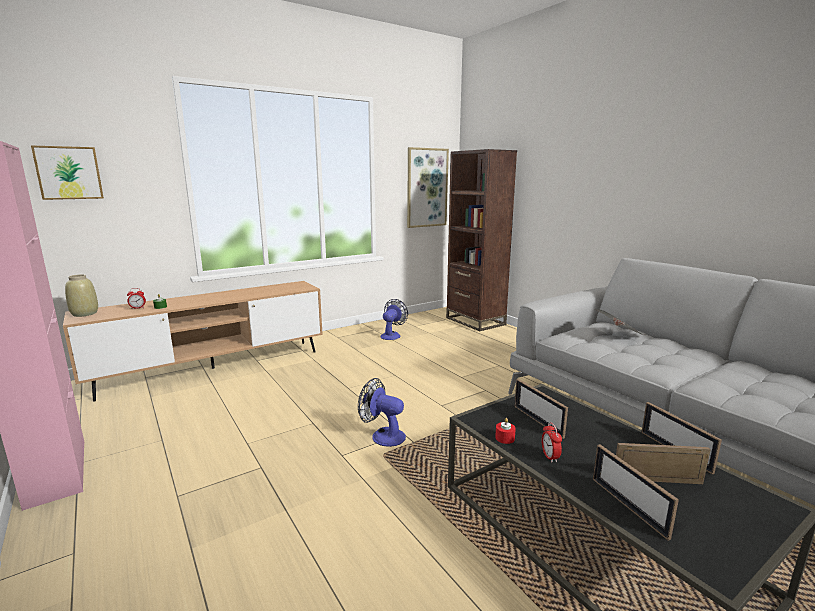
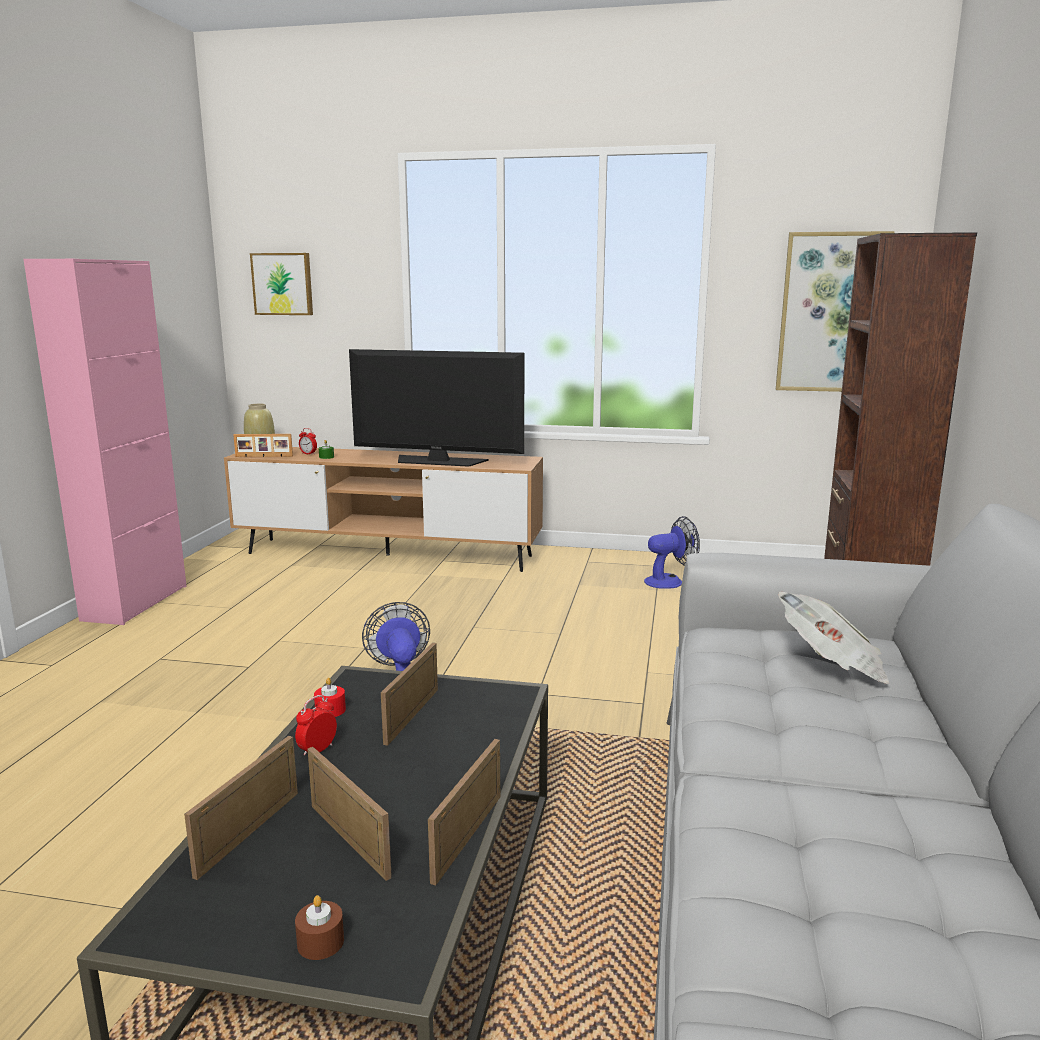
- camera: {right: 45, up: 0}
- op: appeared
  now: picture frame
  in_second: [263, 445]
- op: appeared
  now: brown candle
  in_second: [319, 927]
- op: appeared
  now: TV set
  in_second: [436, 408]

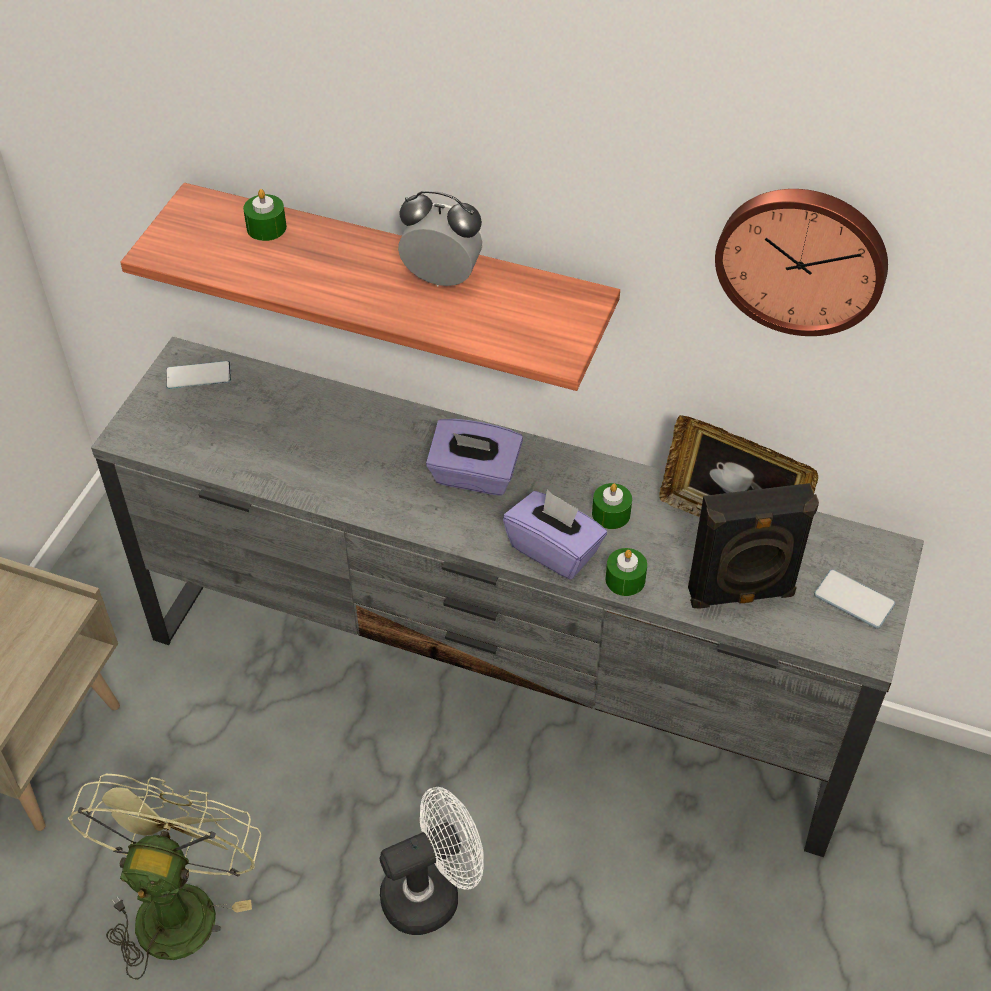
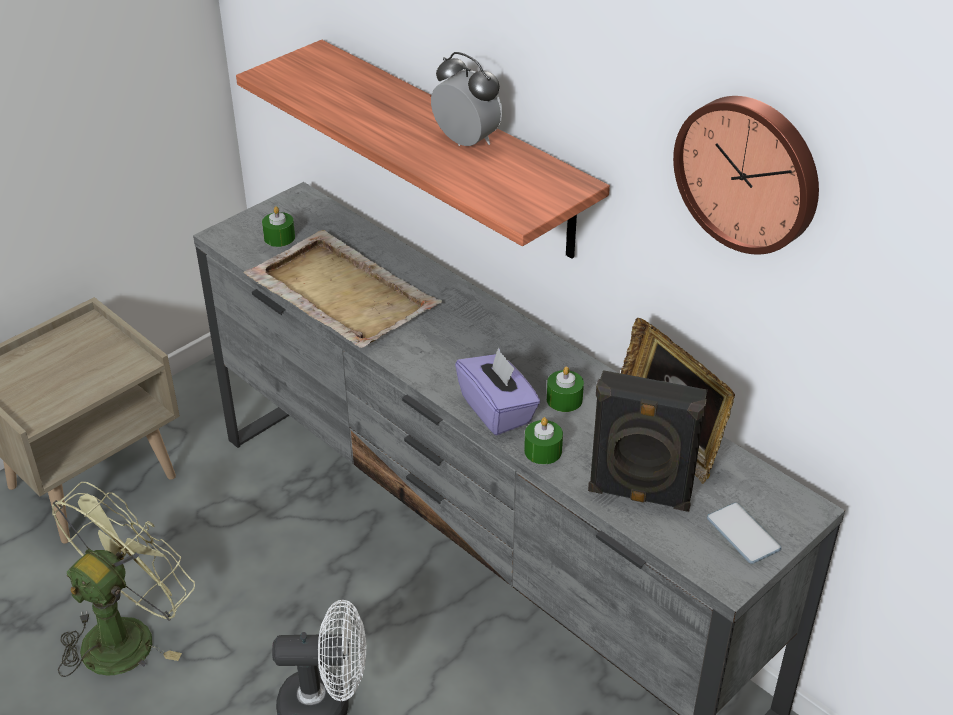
- camera: {right: 25, up: -10}
- op: appeared
  now: beige carrying tray
  in_second: [342, 289]
- op: relocated
  was: greenish candle
  in_first: [265, 215]
  in_second: [278, 226]
- op: missing
  was: telephone
  in_first: [198, 375]
- op: missing
  was: purple tissue holder
  in_first: [474, 457]

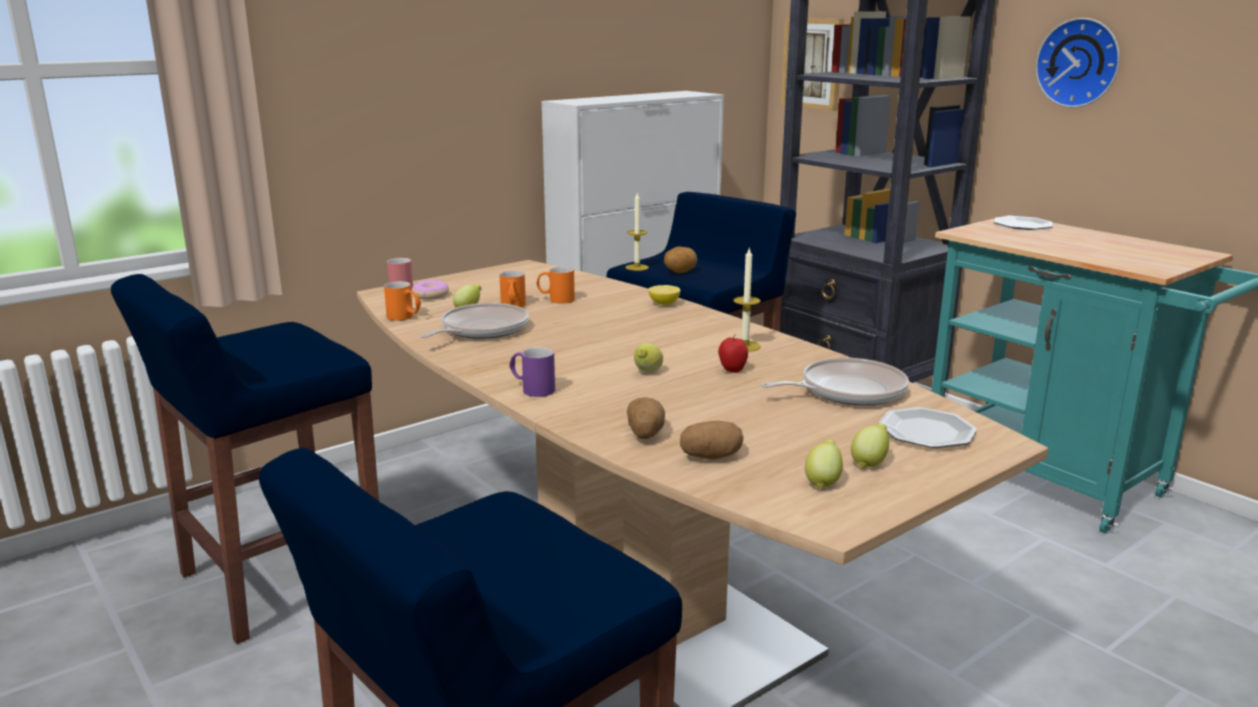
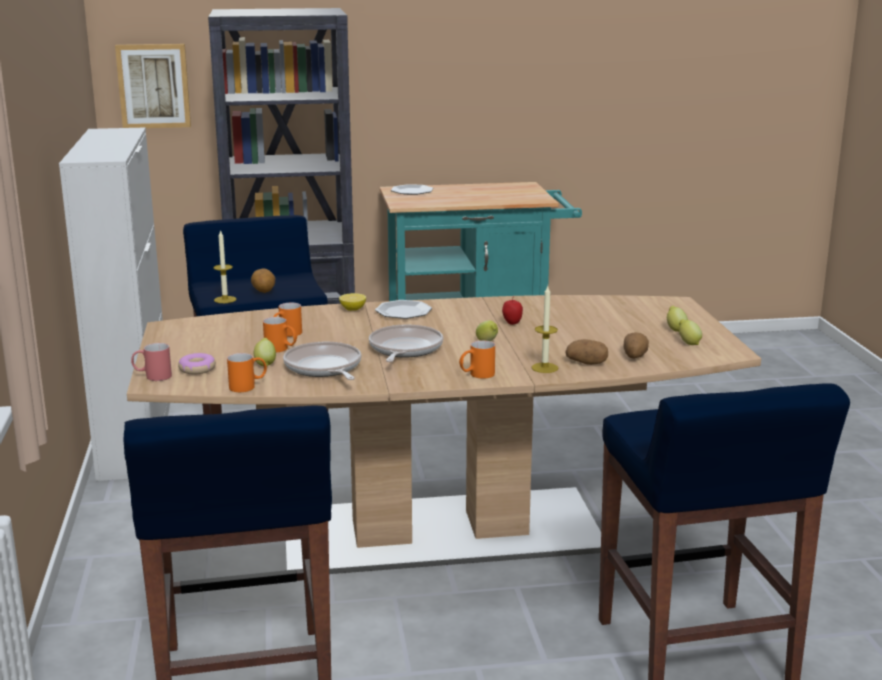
- camera: {right: -60, up: 0}
- op: relocated
  was: pan
  in_first: [834, 382]
  in_second: [406, 343]
- op: relocated
  was: flat dish
  in_first: [927, 427]
  in_second: [403, 309]
- op: colour
  was: purple coffee mug
  now: orange-coloured coffee mug
  in_first: [532, 372]
  in_second: [477, 359]
- op: relocated
  was: candle
  in_first: [747, 300]
  in_second: [544, 329]
- op: missing
  was: wall clock
  in_first: [1077, 63]

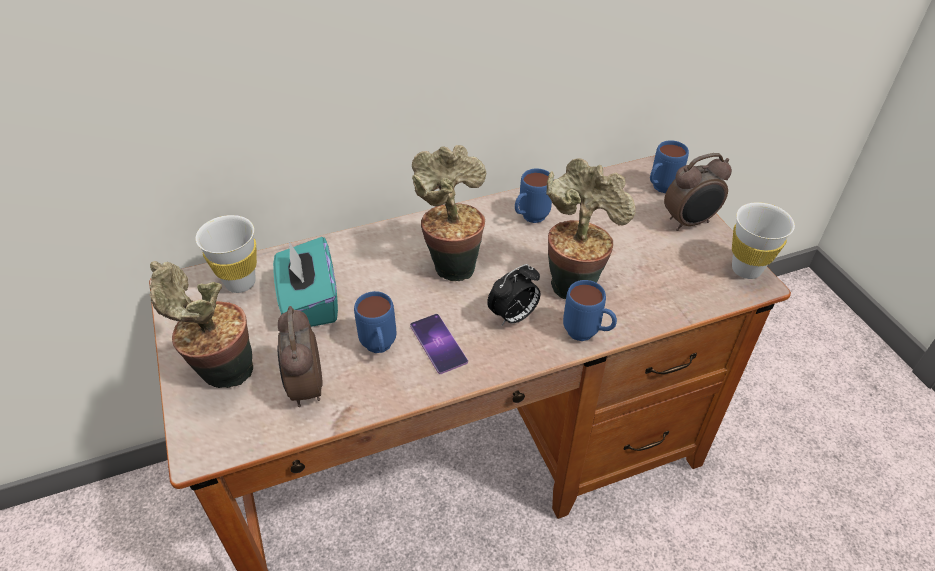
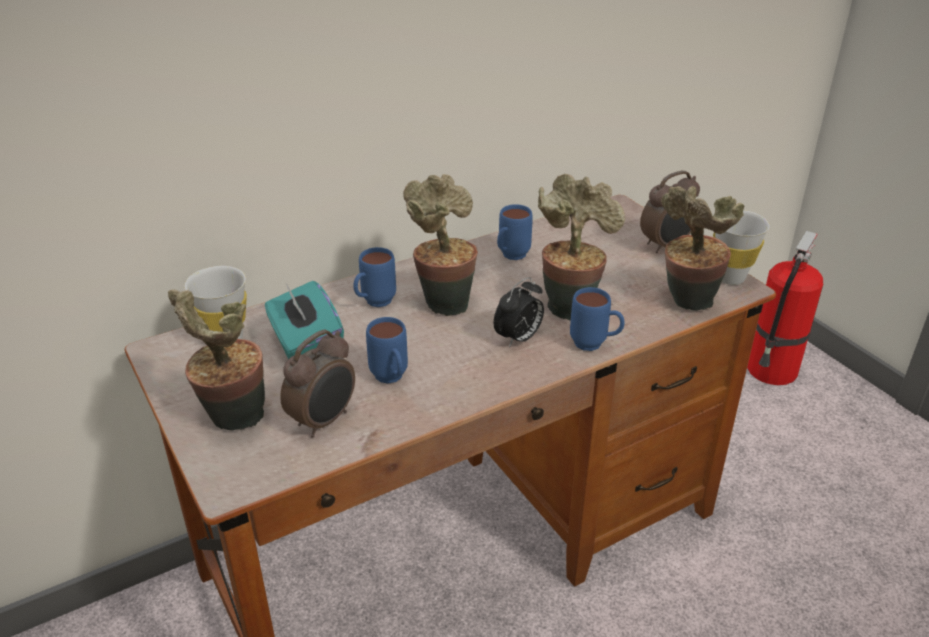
- camera: {right: -10, up: -10}
- op: spun
  was: bedside clock
  in_first: [300, 356]
  in_second: [317, 384]
  clockwise: -120
- op: relocated
  was: bluish coffee mug
  in_first: [669, 166]
  in_second: [374, 277]
- op: appeared
  now: plant in a pot
  in_second: [702, 248]
- op: appeared
  now: fire extinguisher
  in_second: [785, 308]
- op: missing
  was: telephone
  in_first: [439, 344]

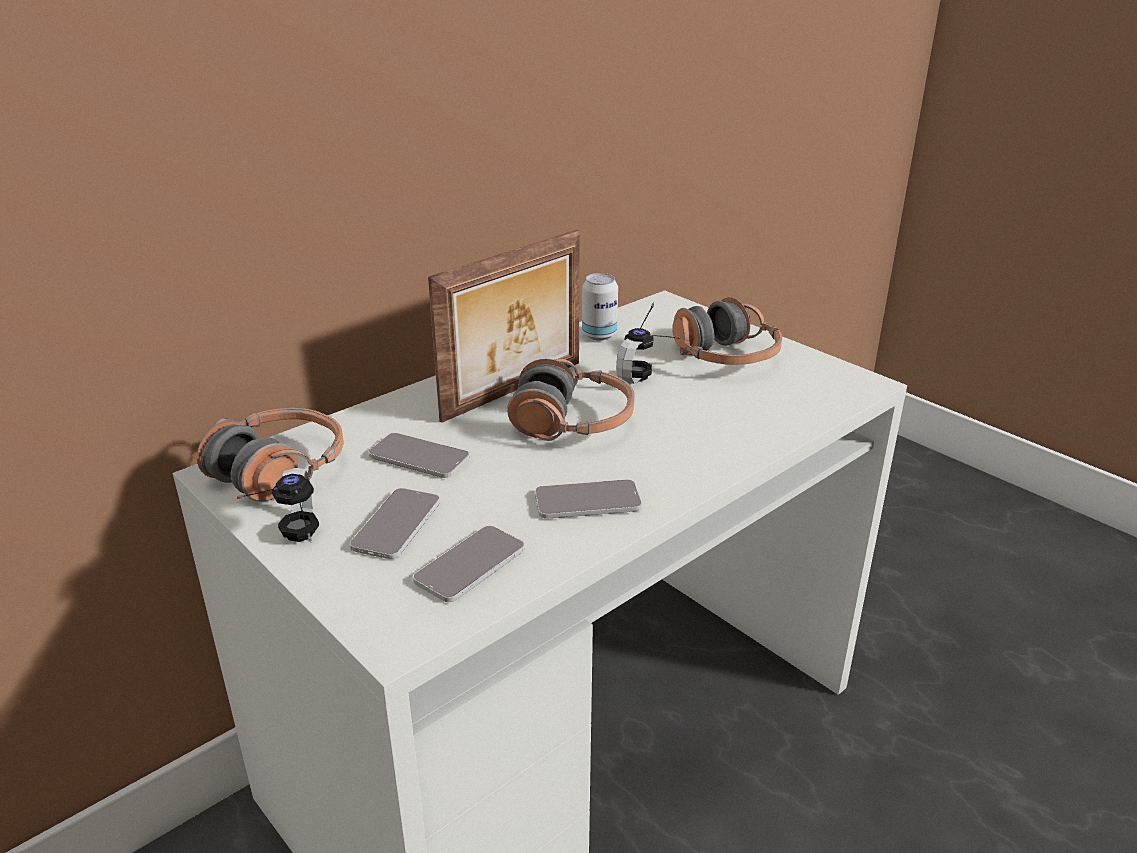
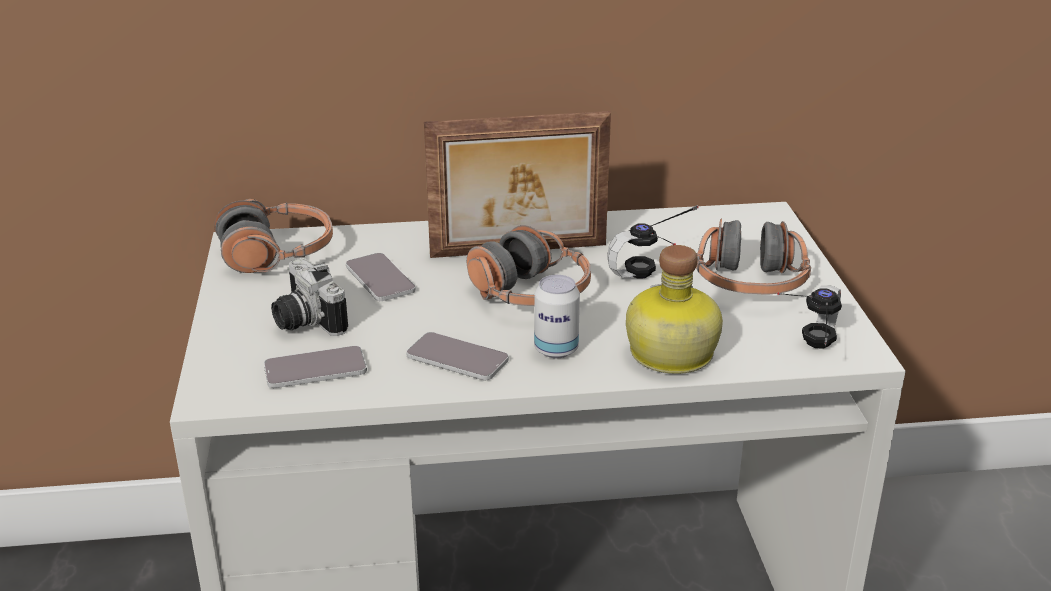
- camera: {right: 35, up: 0}
- op: exchanged
  was: telephone
  now: still camera
  in_first: [395, 523]
  in_second: [309, 297]
- op: relocated
  was: metal can
  in_first: [600, 306]
  in_second: [557, 316]
- op: appeared
  now: drink bottle
  in_second: [674, 309]
- op: relocated
  was: headset
  in_first: [277, 505]
  in_second: [809, 317]

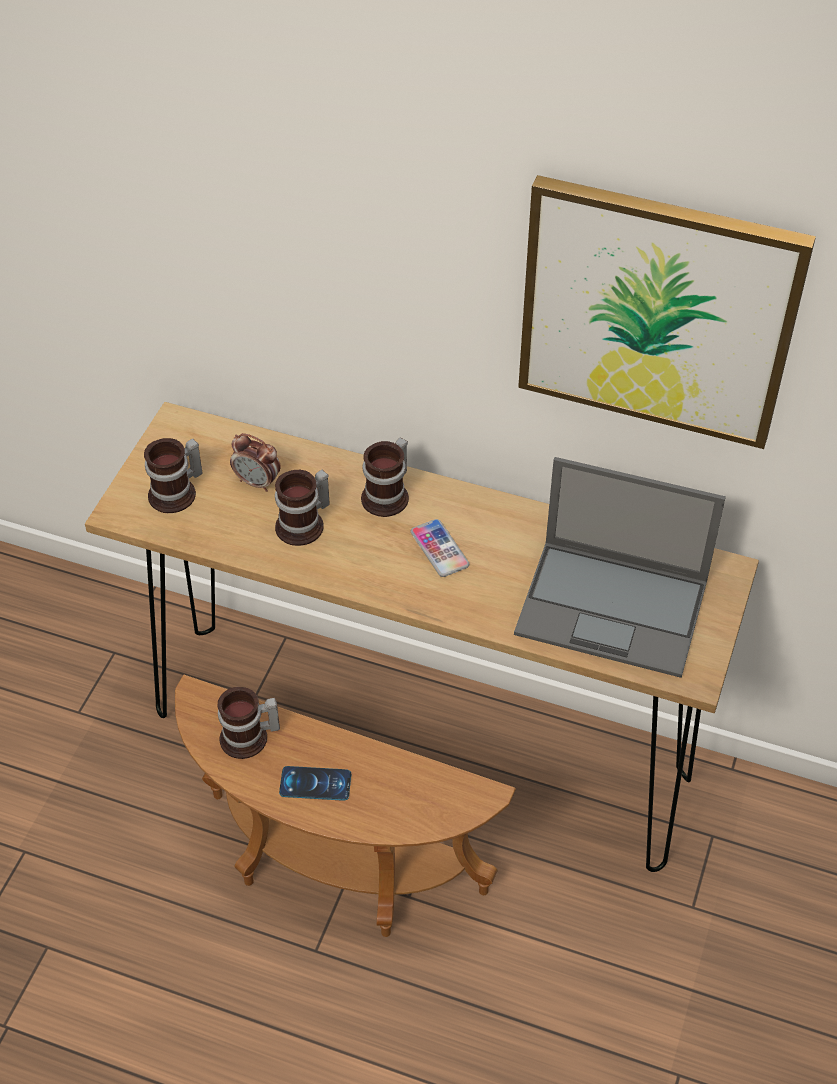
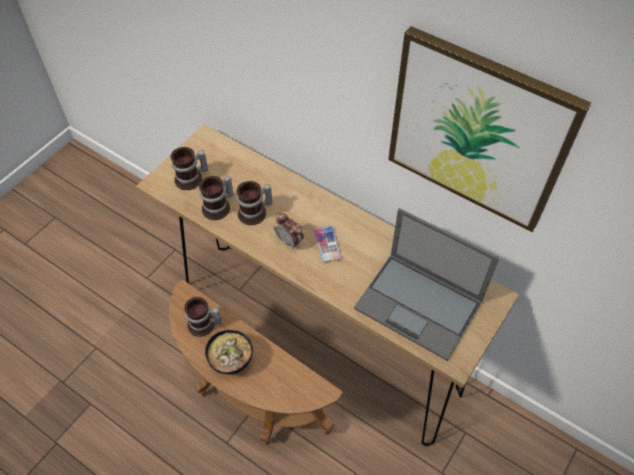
- camera: {right: 15, up: 5}
- op: relocated
  was: coffee mug
  in_first: [385, 477]
  in_second: [216, 197]
- op: exchanged
  was: telephone
  now: serving bowl
  in_first: [315, 783]
  in_second: [229, 352]
- op: relocated
  was: bedside clock
  in_first: [255, 462]
  in_second: [289, 231]

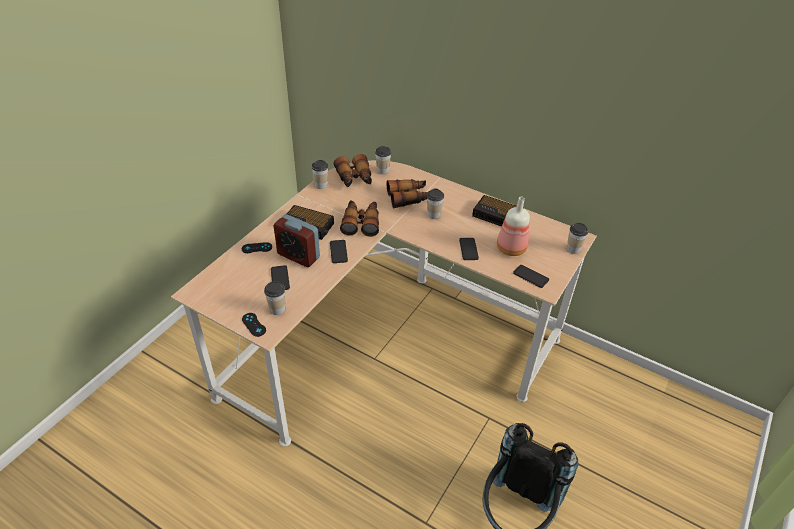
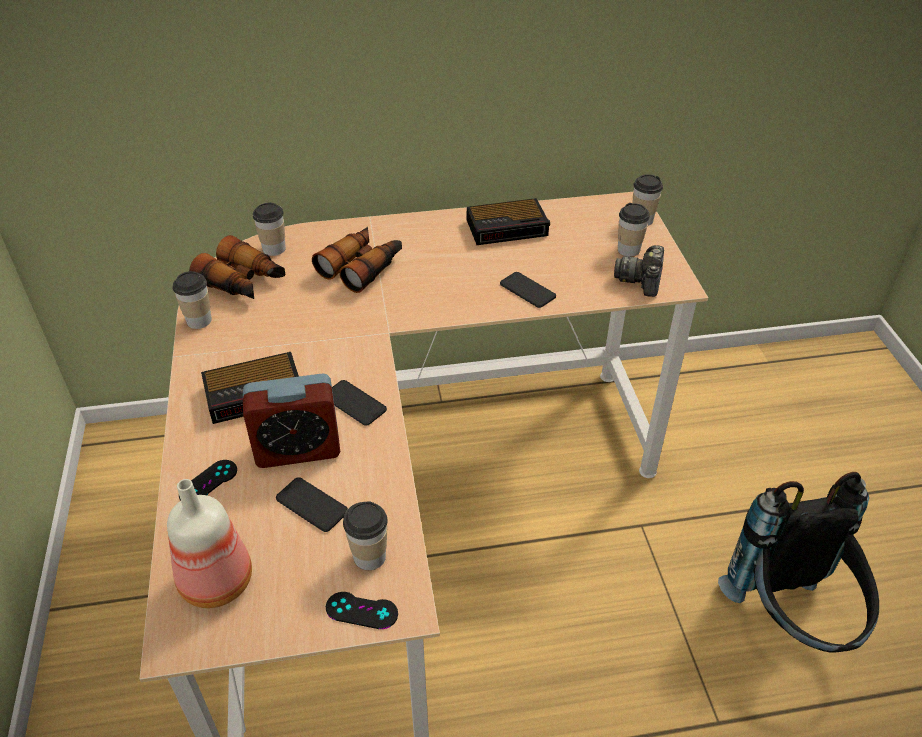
- camera: {right: -40, up: 0}
- op: relocated
  was: drink bottle
  in_first: [513, 226]
  in_second: [209, 543]
- op: exchanged
  was: telephone
  now: still camera
  in_first: [531, 276]
  in_second: [639, 271]
- op: relocated
  was: cup
  in_first: [435, 203]
  in_second: [634, 230]
- op: missing
  was: binoculars
  in_first: [359, 218]

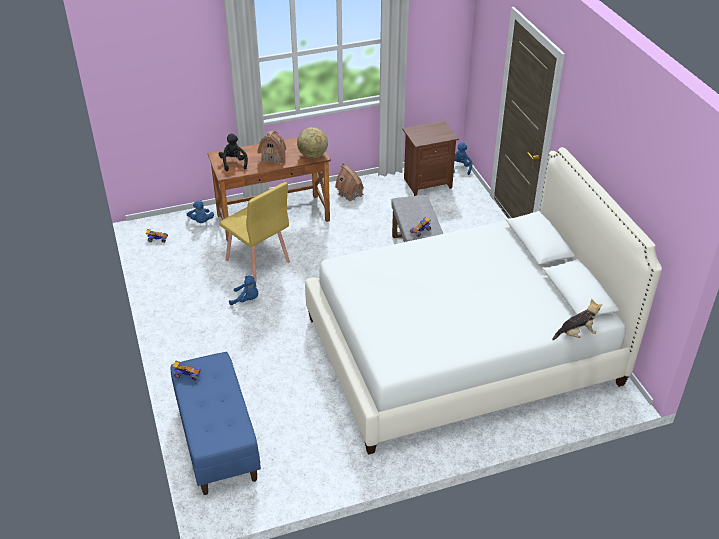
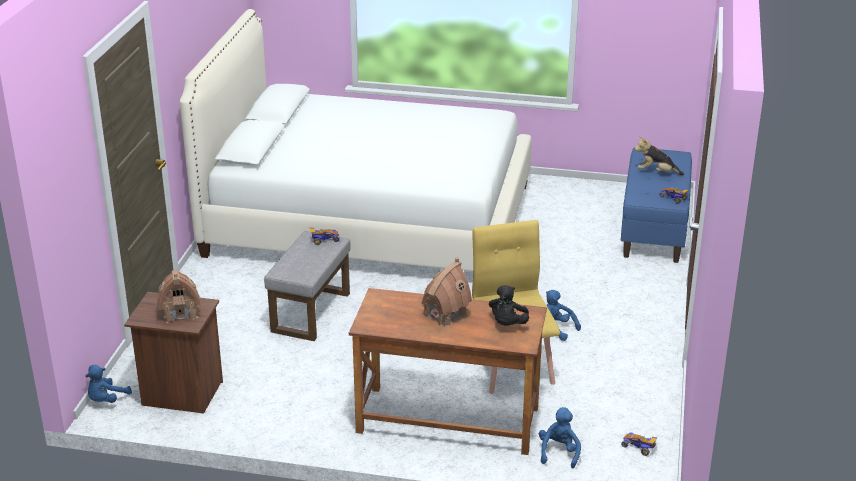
- camera: {right: -150, up: -10}
- op: relocated
  was: model house
  in_first: [349, 182]
  in_second: [179, 296]
- op: relocated
  was: soft toy
  in_first: [577, 319]
  in_second: [659, 155]
- op: missing
  was: desk globe
  in_first: [312, 142]

